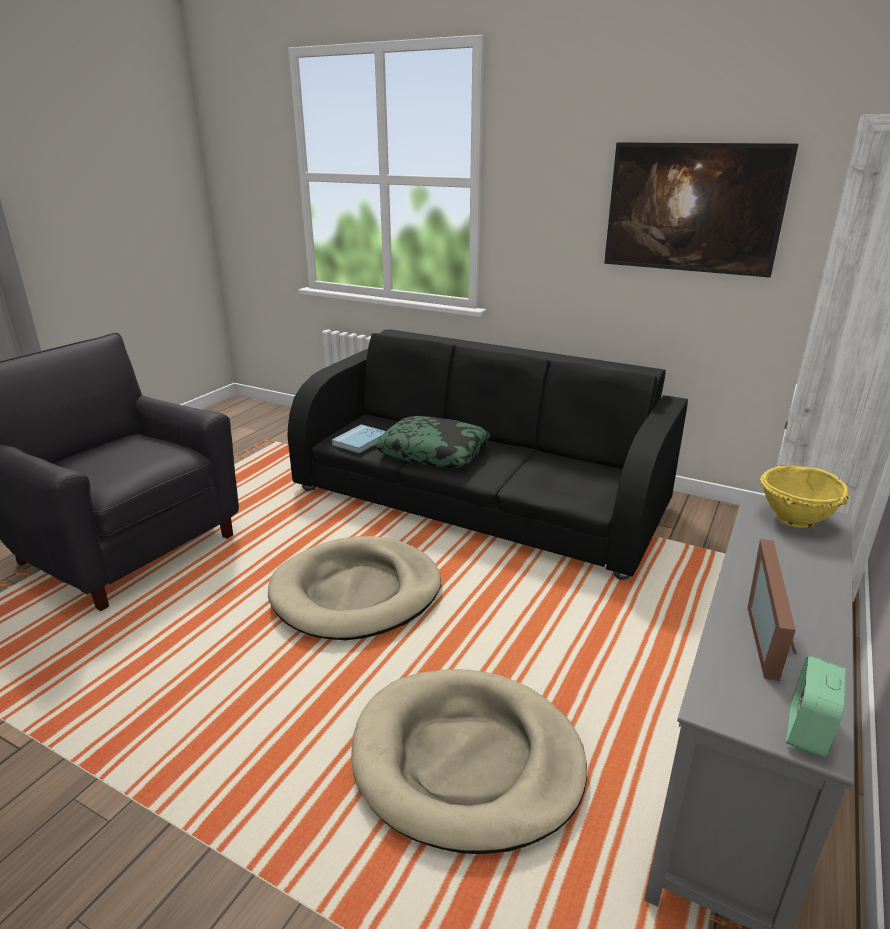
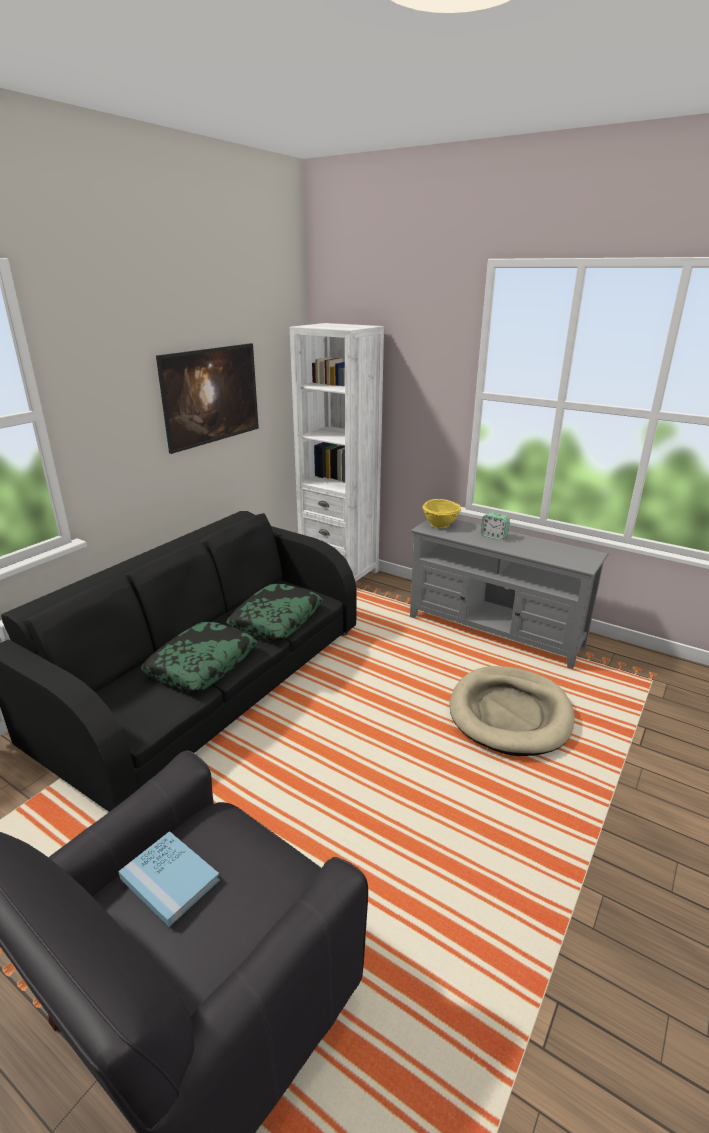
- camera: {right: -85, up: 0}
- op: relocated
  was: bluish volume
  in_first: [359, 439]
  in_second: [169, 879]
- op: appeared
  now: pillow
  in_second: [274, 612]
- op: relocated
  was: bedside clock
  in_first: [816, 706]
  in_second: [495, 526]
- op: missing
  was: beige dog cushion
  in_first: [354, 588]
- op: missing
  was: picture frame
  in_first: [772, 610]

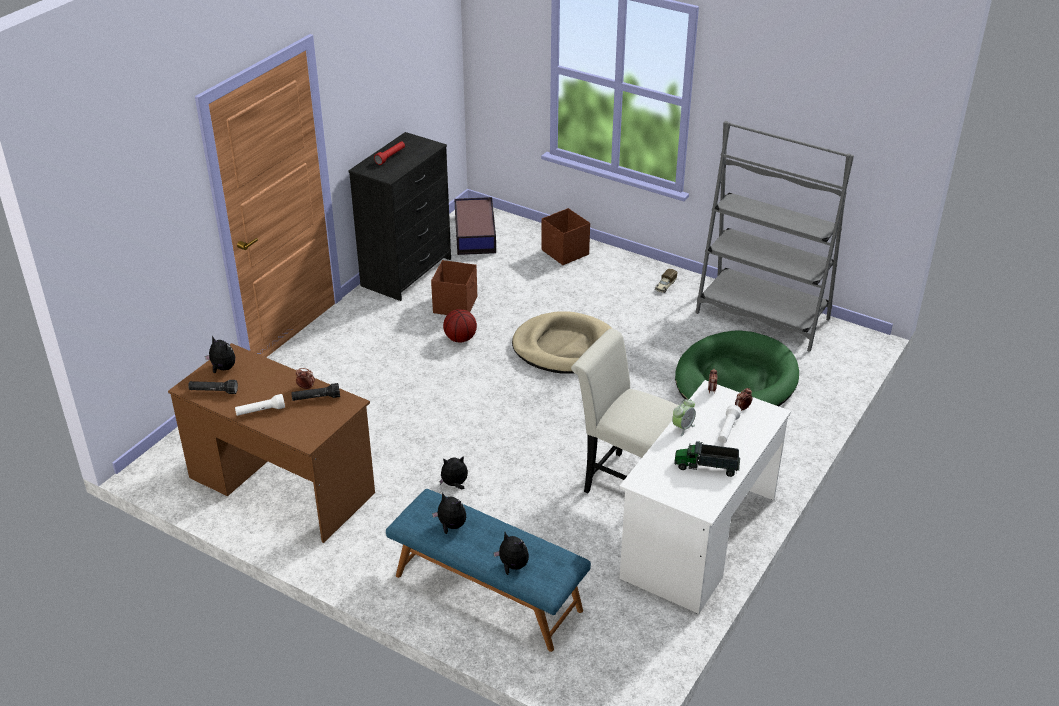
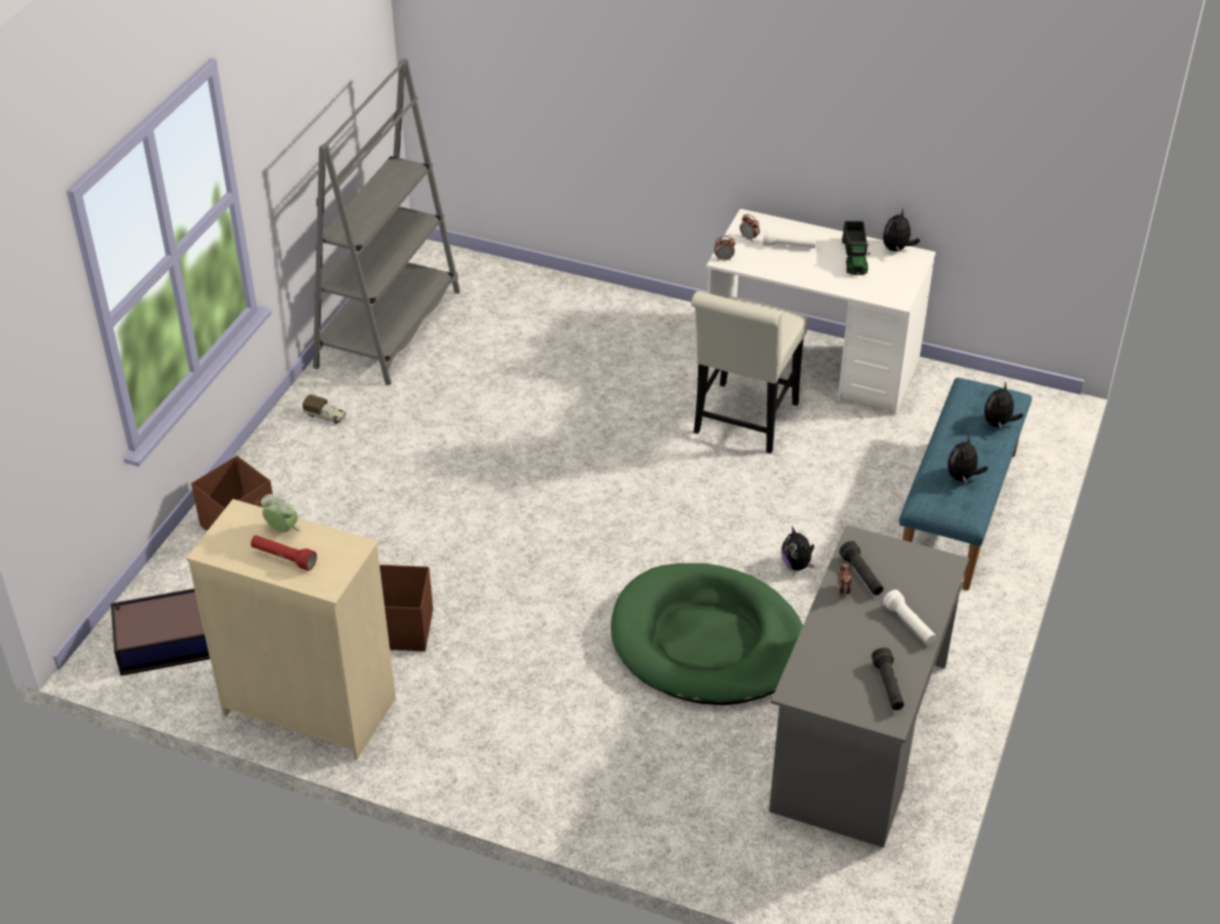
- camera: {right: -100, up: 5}
- op: colour
  was: black-coloured dresser
  now: beige dresser
  in_first: [399, 216]
  in_second: [291, 629]
- op: relocated
  was: bedside clock
  in_first: [684, 417]
  in_second: [281, 513]
- op: relocated
  was: greenish dog cushion
  in_first: [737, 368]
  in_second: [707, 634]
- op: colour
  was: brown desk table
  now: gray desk table
  in_first: [271, 443]
  in_second: [869, 686]
- op: relocated
  was: soft toy
  in_first: [220, 354]
  in_second: [901, 230]
- op: missing
  was: basketball
  in_first: [460, 326]
- op: missing
  was: beige dog cushion
  in_first: [562, 342]

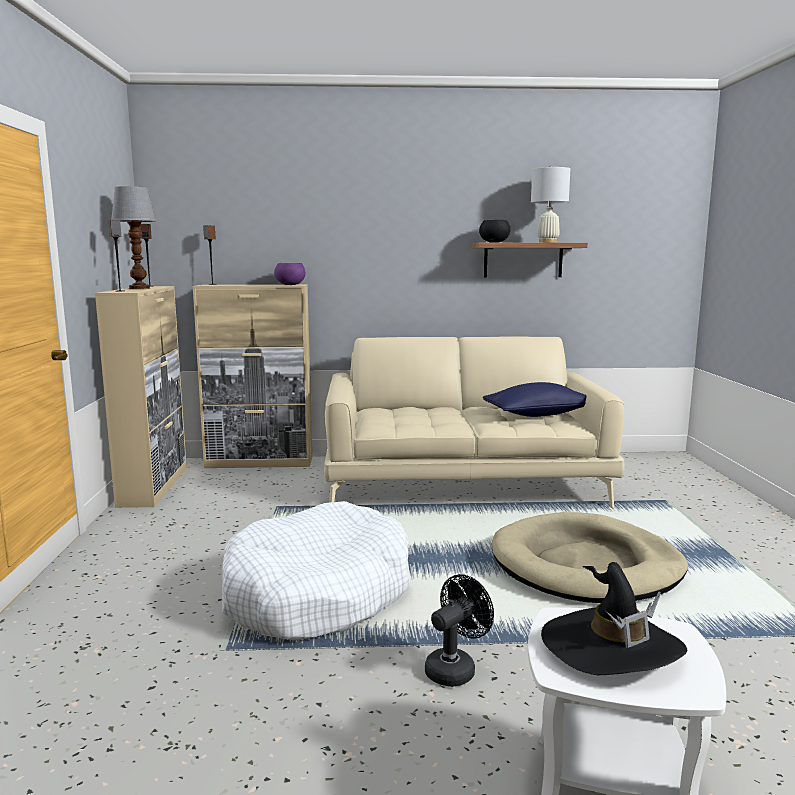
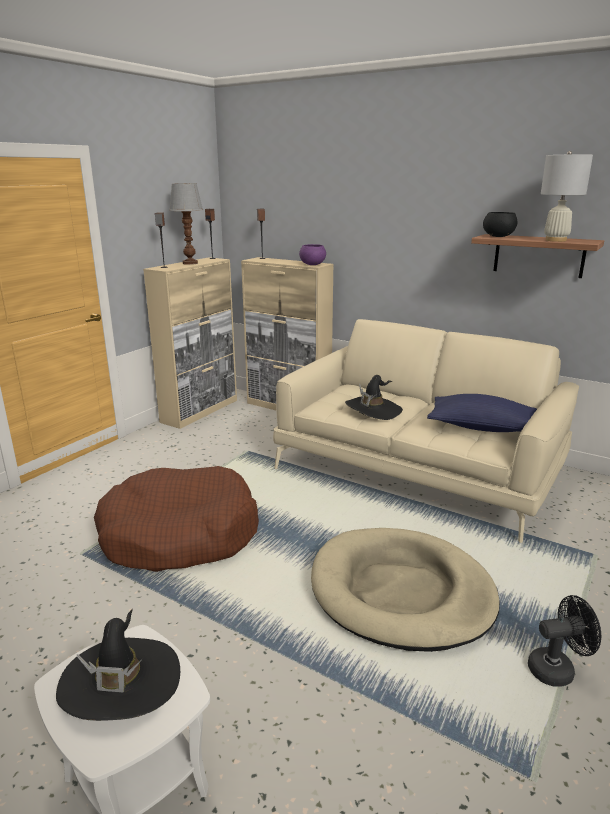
- camera: {right: 35, up: 10}
- op: colour
  was: white dog cushion
  now: brown dog cushion
  in_first: [316, 570]
  in_second: [176, 519]
- op: appeared
  now: black-coloured wearable hat
  in_second: [374, 397]
- op: relocated
  was: black-coloured fan
  in_first: [459, 630]
  in_second: [564, 641]

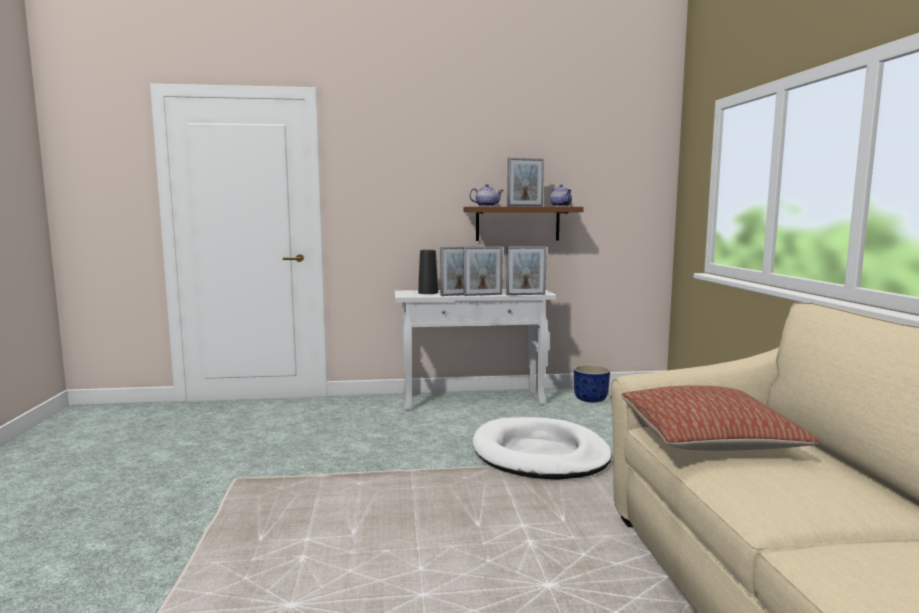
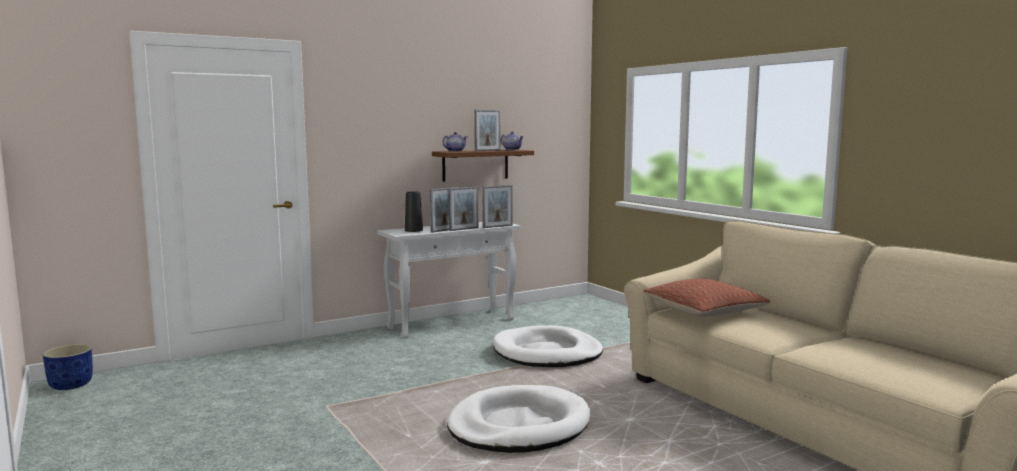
- camera: {right: -25, up: 0}
- op: relocated
  was: bluish planter
  in_first: [592, 383]
  in_second: [68, 367]
- op: appeared
  now: white dog cushion
  in_second: [519, 419]

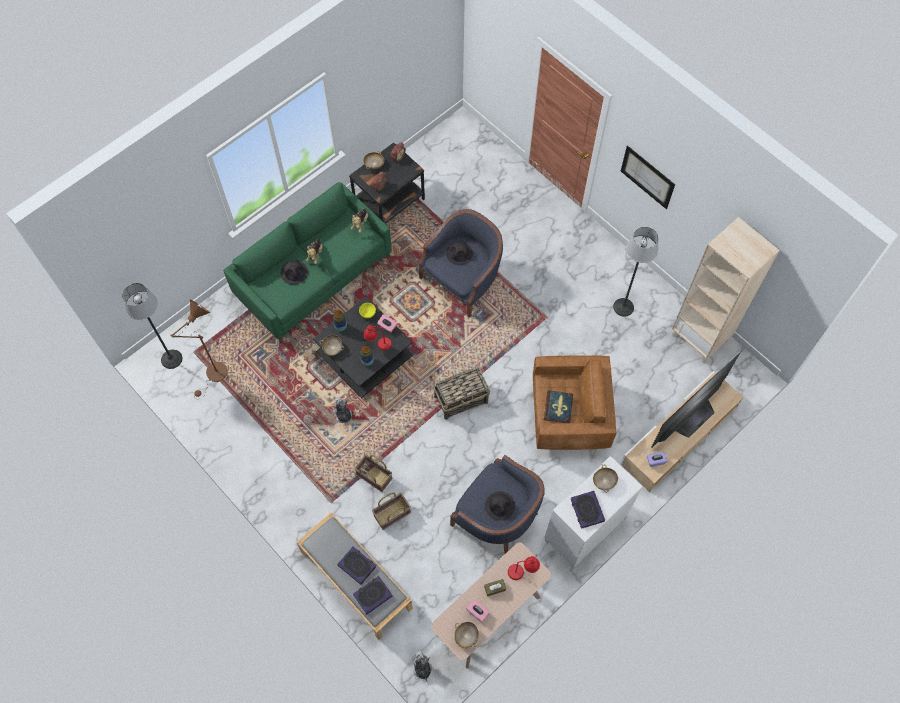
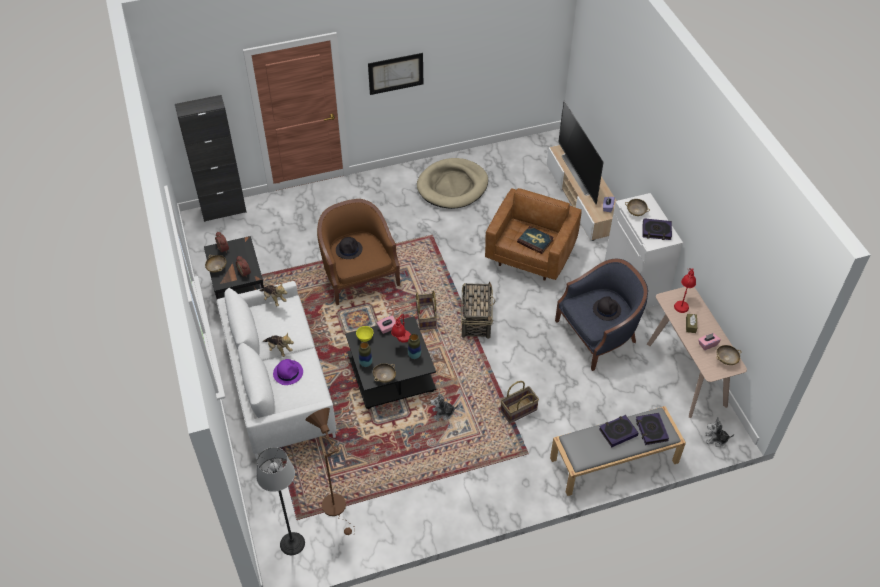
- camera: {right: -65, up: -15}
- op: appeared
  now: black-coloured cupboard
  in_second: [211, 158]
- op: colour
  was: greenish couch
  now: white couch
  in_first: [307, 262]
  in_second: [276, 370]
- op: colour
  was: black-coloured wearable hat
  now: purple wearable hat
  in_first: [294, 272]
  in_second: [288, 372]
- op: colour
  was: bluish armchair
  now: brown armchair
  in_first: [460, 263]
  in_second: [358, 252]
- op: relocated
  was: storage basket
  in_first: [391, 511]
  in_second: [426, 310]
- op: exchanged
  was: standing lamp
  now: beige dog cushion
  in_first: [636, 272]
  in_second: [452, 183]
- op: missing
  was: beige bookshelf
  in_first: [726, 290]

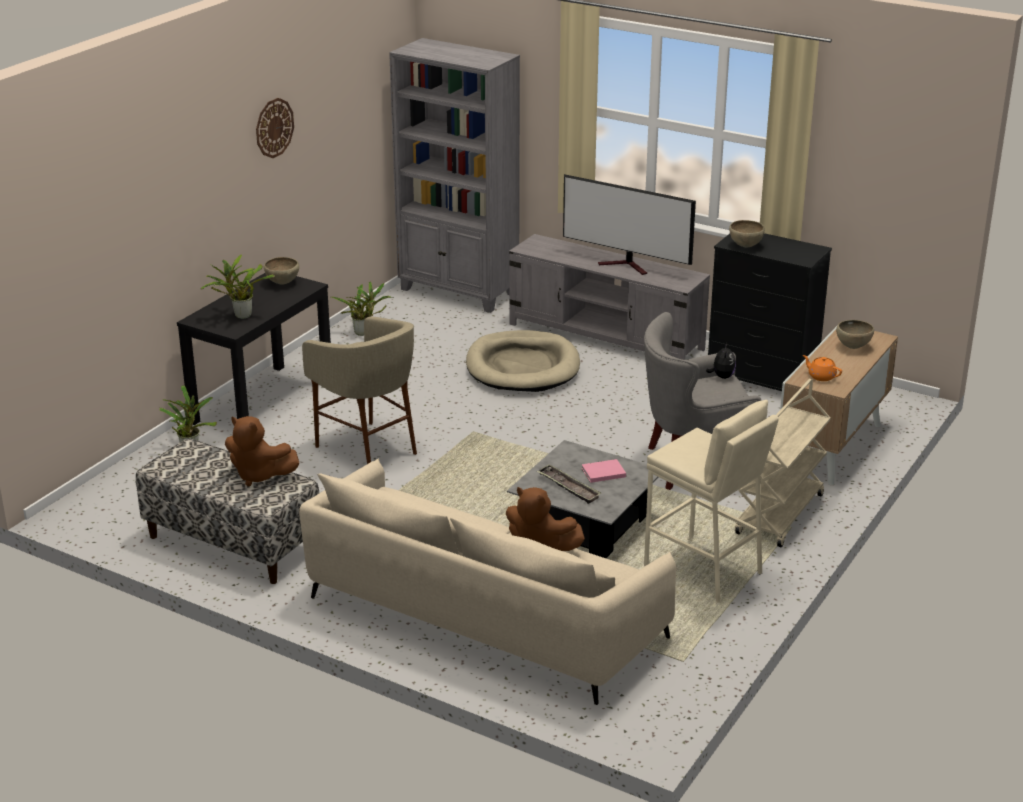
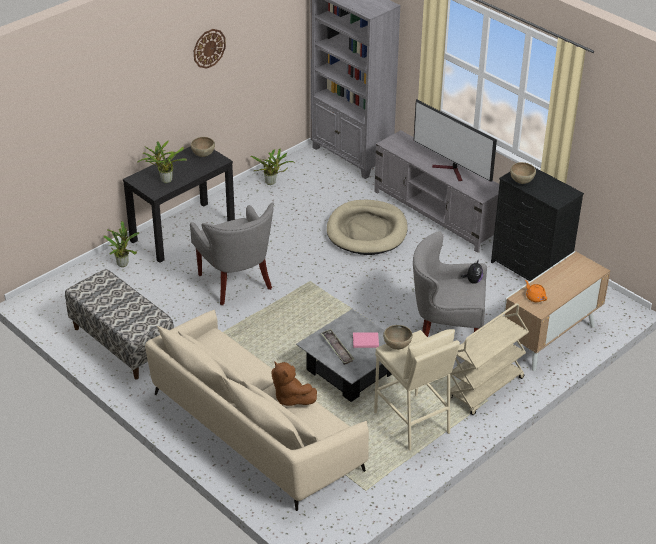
- camera: {right: 15, up: 10}
- op: exchanged
  was: beige stool seat
  now: gray armchair
  in_first: [359, 390]
  in_second: [232, 253]
- op: relocated
  was: brown serving bowl
  in_first: [855, 334]
  in_second: [398, 337]
- op: missing
  was: brown soft toy
  in_first: [262, 451]

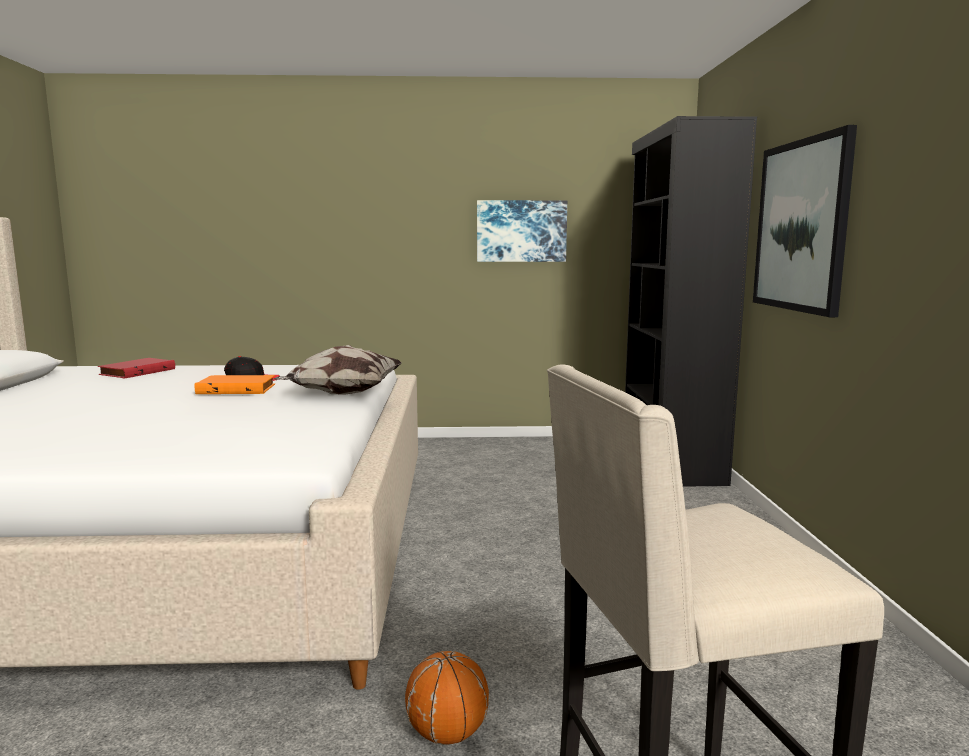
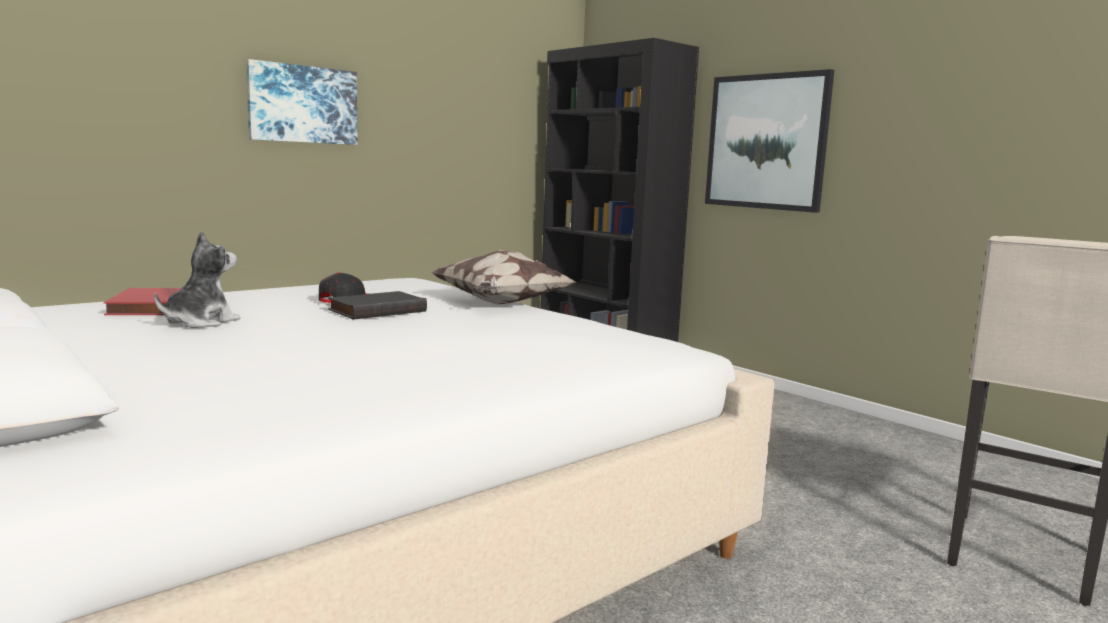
- camera: {right: -40, up: 0}
- op: appeared
  now: soft toy
  in_second: [197, 279]
- op: relocated
  was: wall art
  in_first: [522, 231]
  in_second: [301, 102]
- op: colour
  was: orange-coloured volume
  now: black-coloured volume
  in_first: [235, 384]
  in_second: [377, 305]
- op: missing
  was: basketball
  in_first: [447, 697]

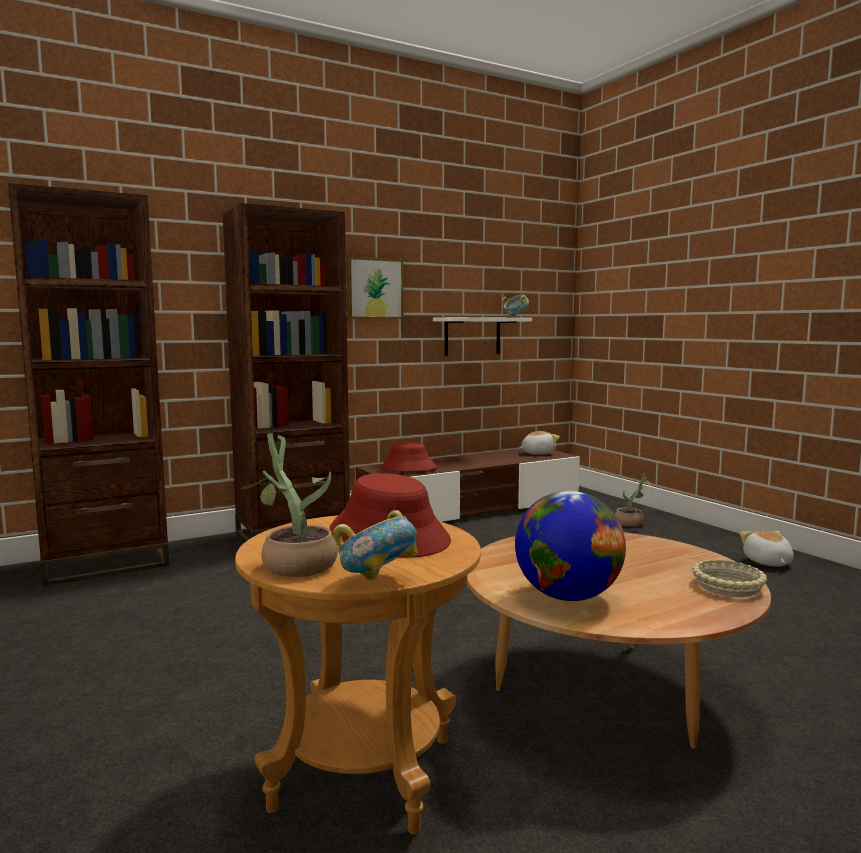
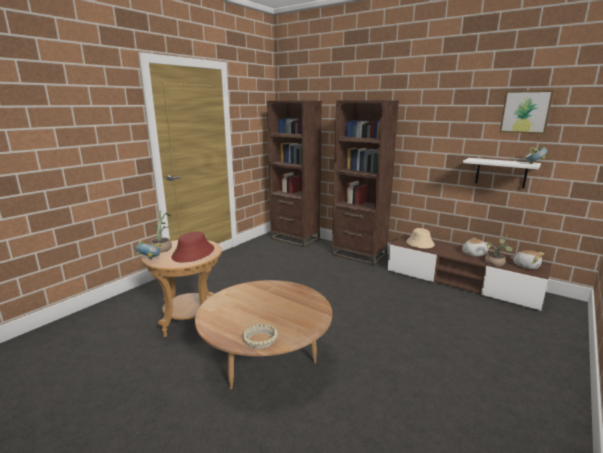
- camera: {right: 65, up: 10}
- op: colour
  was: red-coloured wearable hat
  now: beige wearable hat
  in_first: [409, 456]
  in_second: [420, 238]
- op: relocated
  was: soft toy
  in_first: [767, 548]
  in_second: [476, 247]
- op: relocated
  was: plant in a pot
  in_first: [634, 500]
  in_second: [498, 250]
- op: relocated
  was: wall art
  in_first: [374, 288]
  in_second: [527, 112]
- op: missing
  was: desk globe
  in_first: [570, 546]

